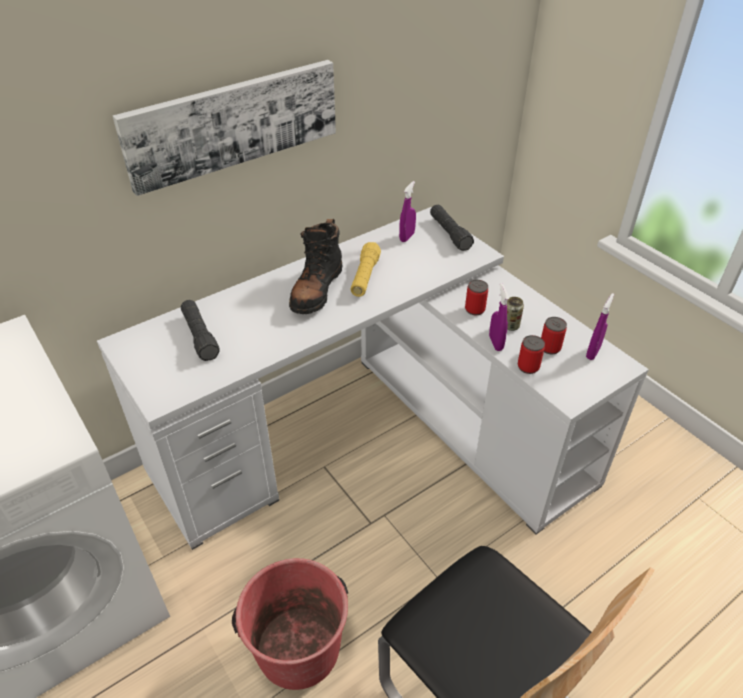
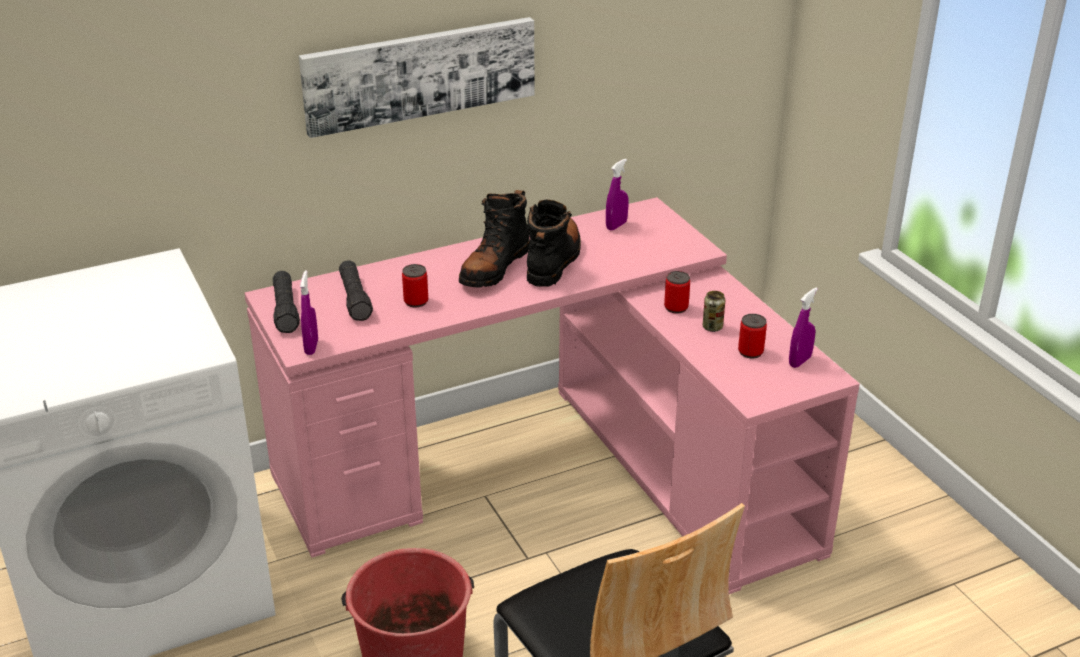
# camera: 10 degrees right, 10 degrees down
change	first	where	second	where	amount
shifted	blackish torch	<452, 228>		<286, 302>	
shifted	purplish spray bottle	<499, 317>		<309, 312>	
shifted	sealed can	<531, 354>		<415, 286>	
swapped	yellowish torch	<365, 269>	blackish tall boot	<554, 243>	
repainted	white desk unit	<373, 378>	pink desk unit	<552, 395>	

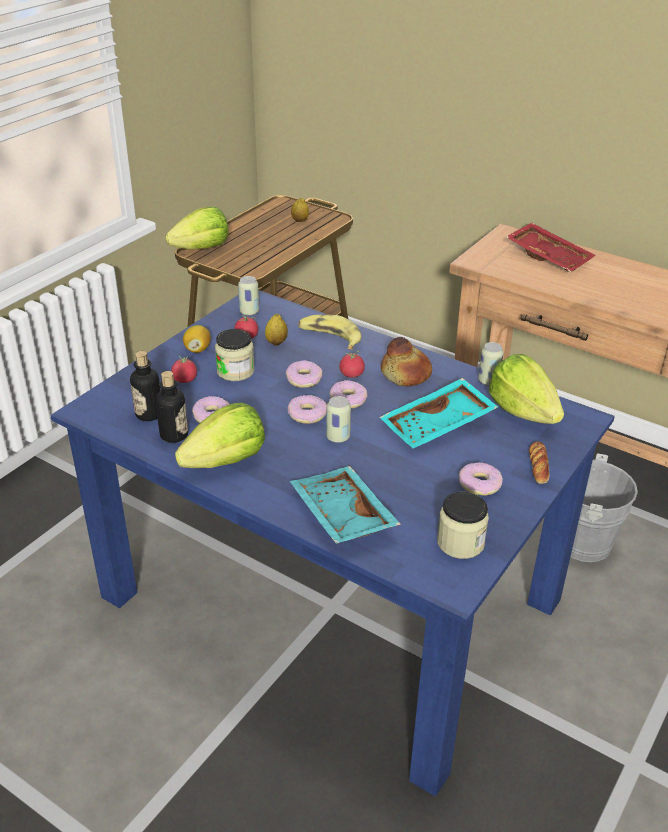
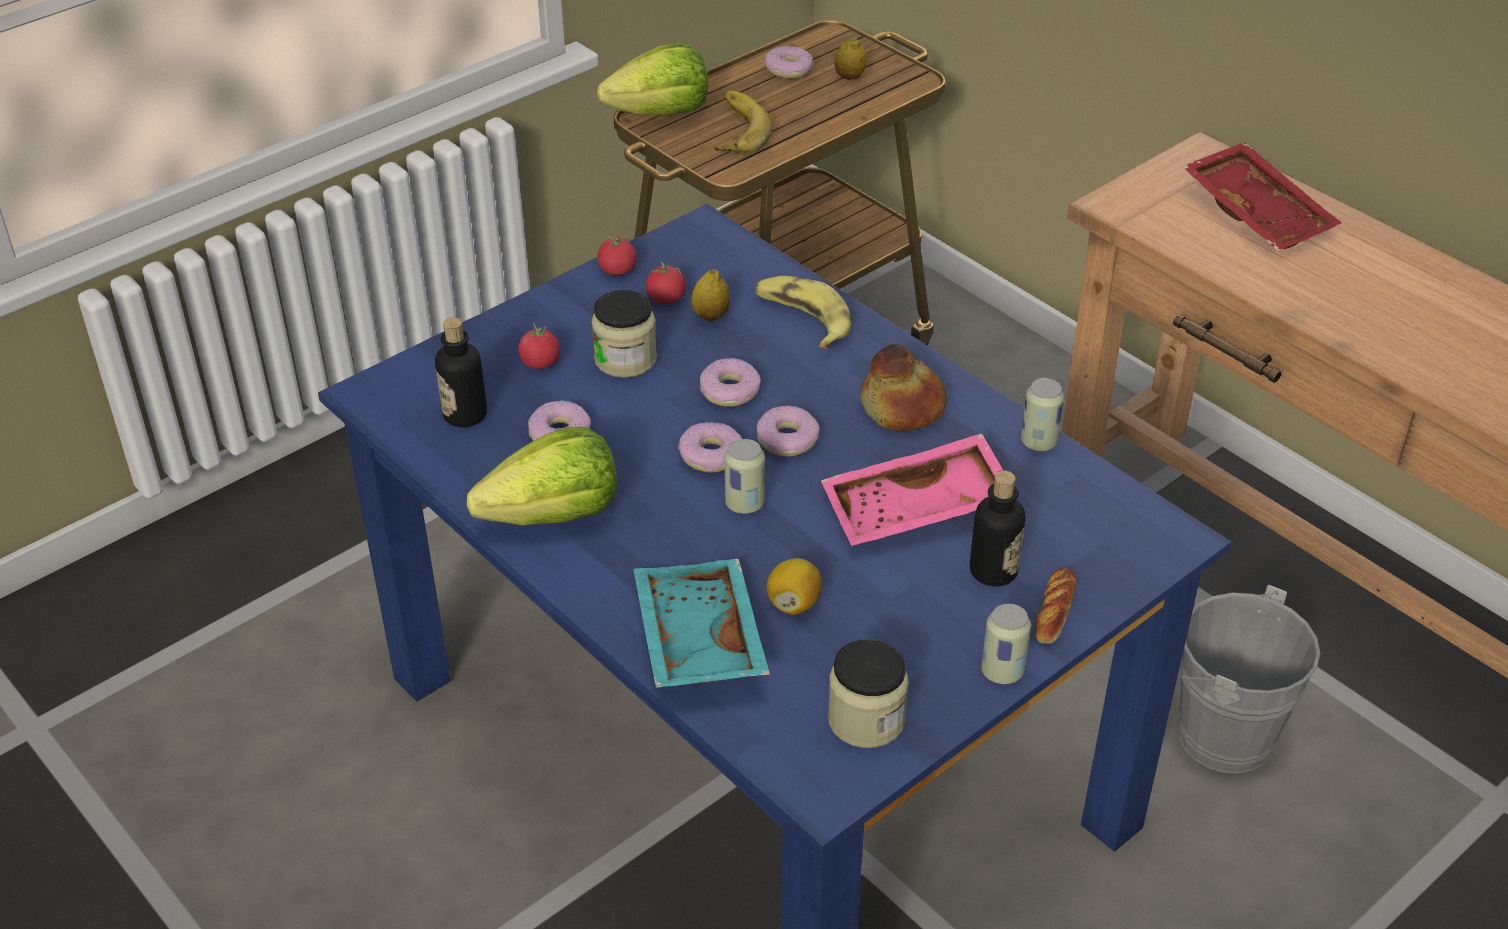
# camera: 15 degrees right, 5 degrees up
change	first	where	second	where	amount
gone	lettuce	<526, 389>			
new			whole banana	<743, 123>	
shifted	drink bottle	<171, 407>		<998, 529>	
shifted	whole lemon	<197, 339>		<794, 586>	
shifted	sealed can	<248, 296>		<1006, 644>	
shifted	whole tomato	<352, 364>		<617, 254>	
shifted	donut	<481, 479>		<788, 62>	
repainted	turquoise tray	<438, 413>	pink tray	<920, 489>	

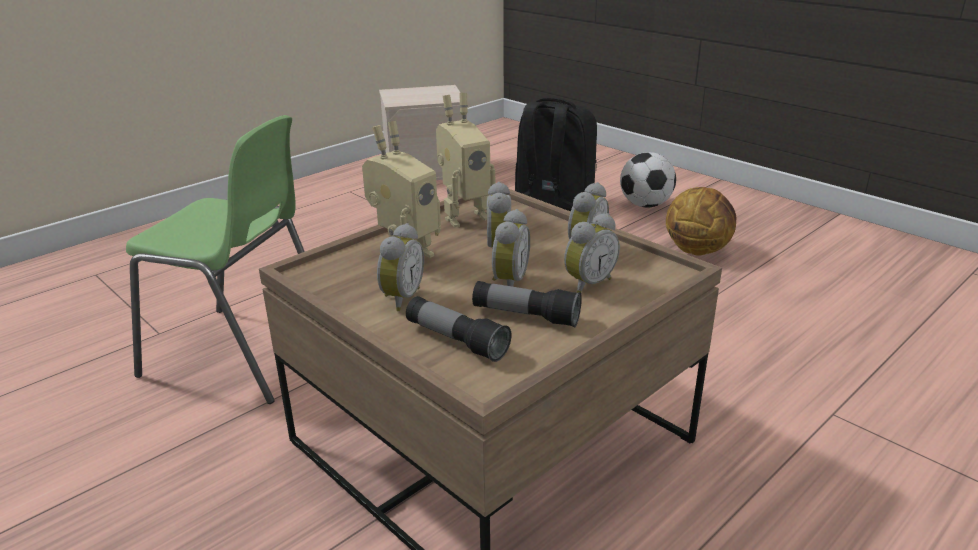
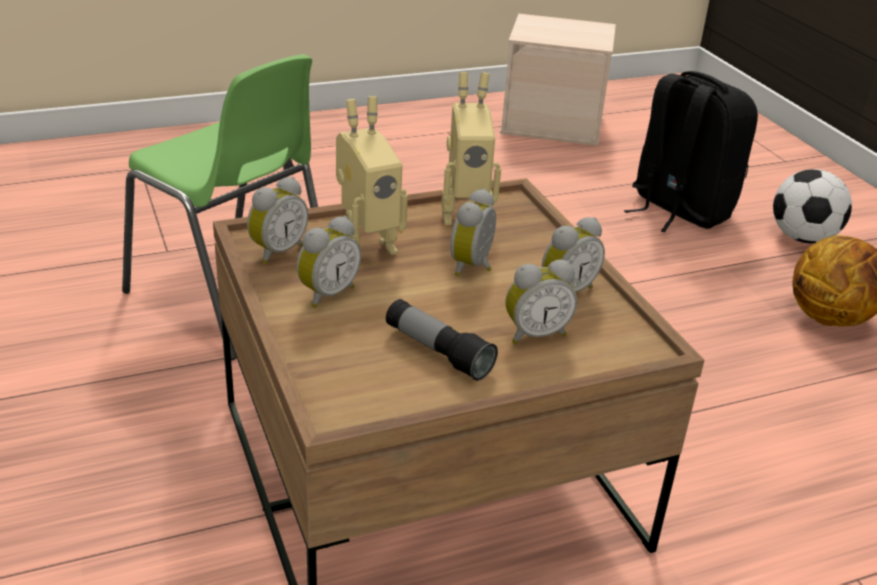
# camera: 20 degrees right, 5 degrees up
change	first	where	second	where	amount
gone	torch	<459, 329>			
shifted	bedside clock	<511, 248>		<277, 220>	

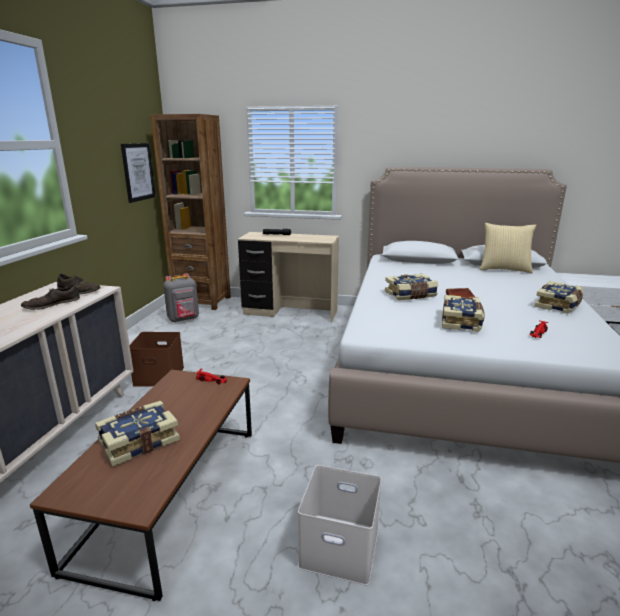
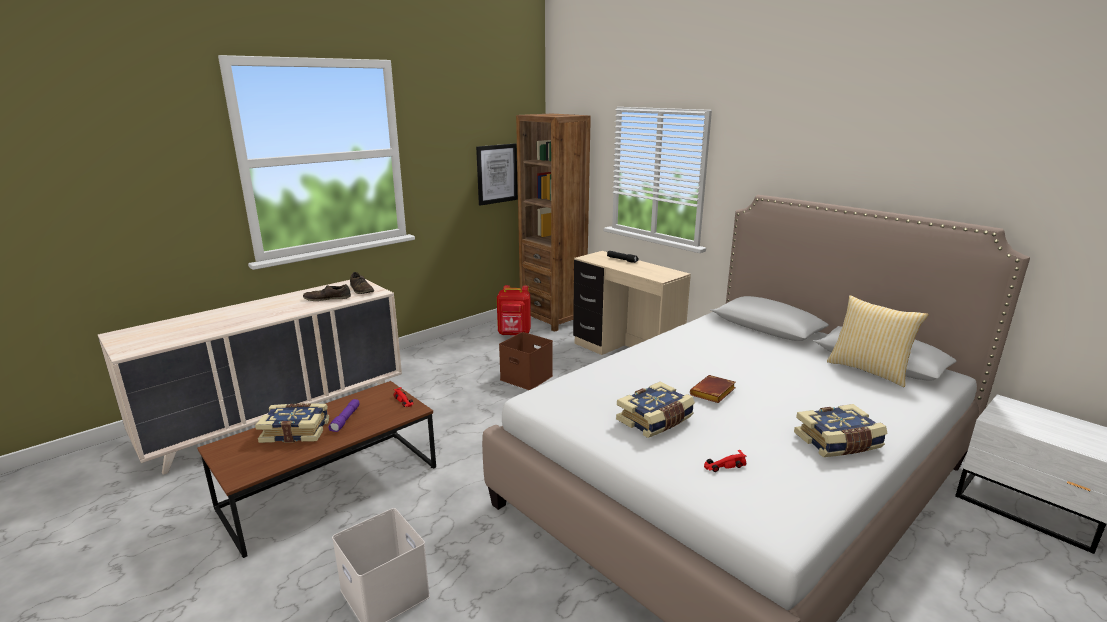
# camera: 35 degrees right, 0 degrees up
change	first	where	second	where	amount
gone	book	<411, 287>			
new			purplish torch	<344, 415>	
shifted	brownish storage container	<157, 359>		<526, 361>	
repainted	greyish backpack	<181, 298>	red-coloured backpack	<514, 310>	

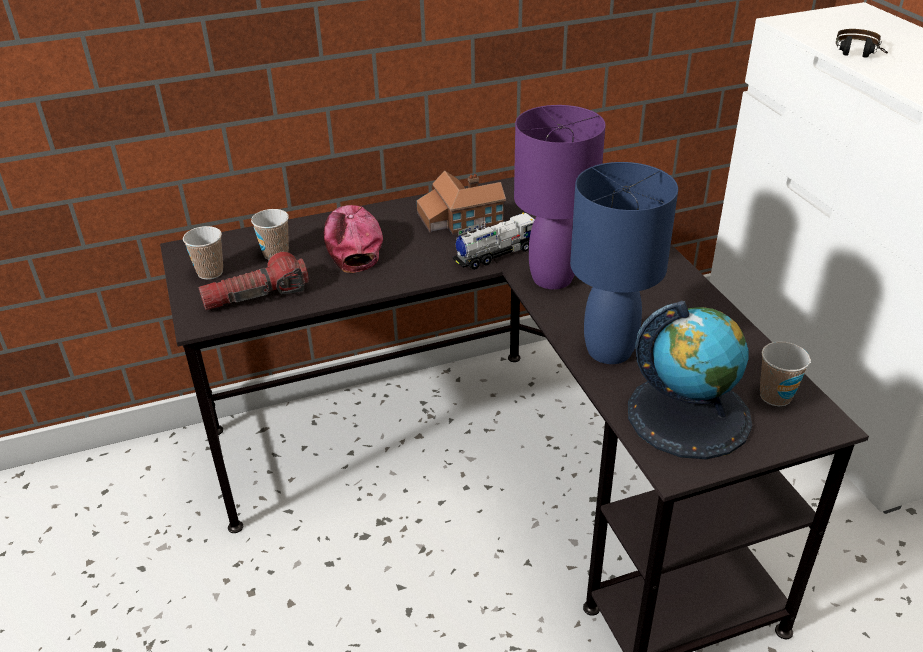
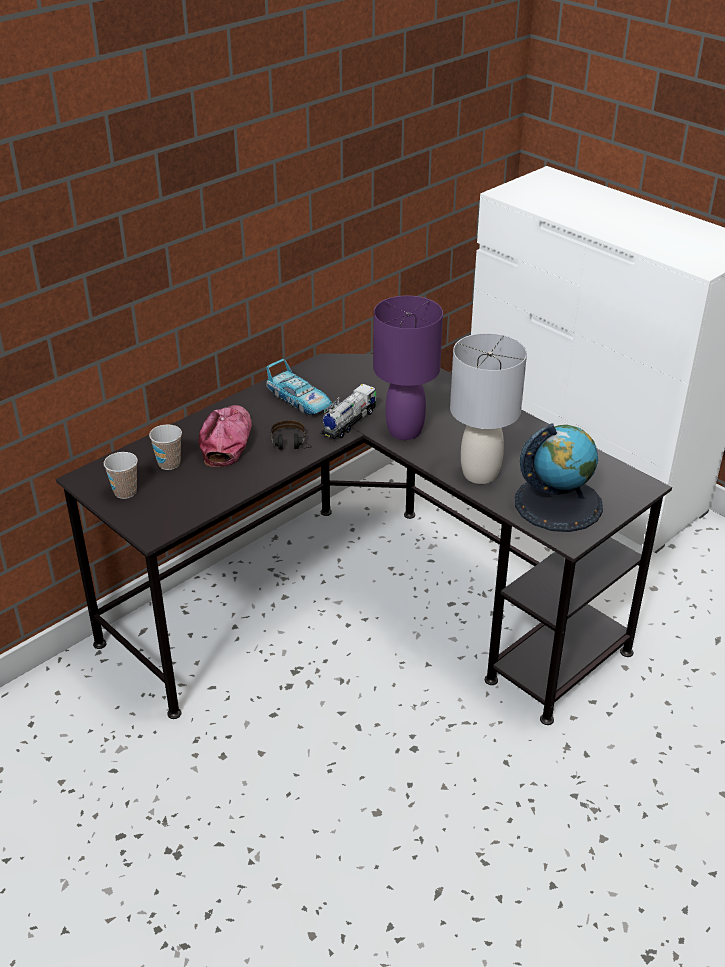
# camera: 25 degrees left, 0 degrees up
change	first	where	second	where	amount
gone	torch	<253, 281>			
gone	drinking cup	<785, 374>			
shifted	pair of headphones	<862, 43>		<291, 435>	
swapped	model house	<461, 203>	miniature car	<299, 387>	
repainted	bluish table lamp	<624, 263>	greyish table lamp	<488, 408>	
rotated	cap	<353, 239>		<225, 436>	45 degrees clockwise

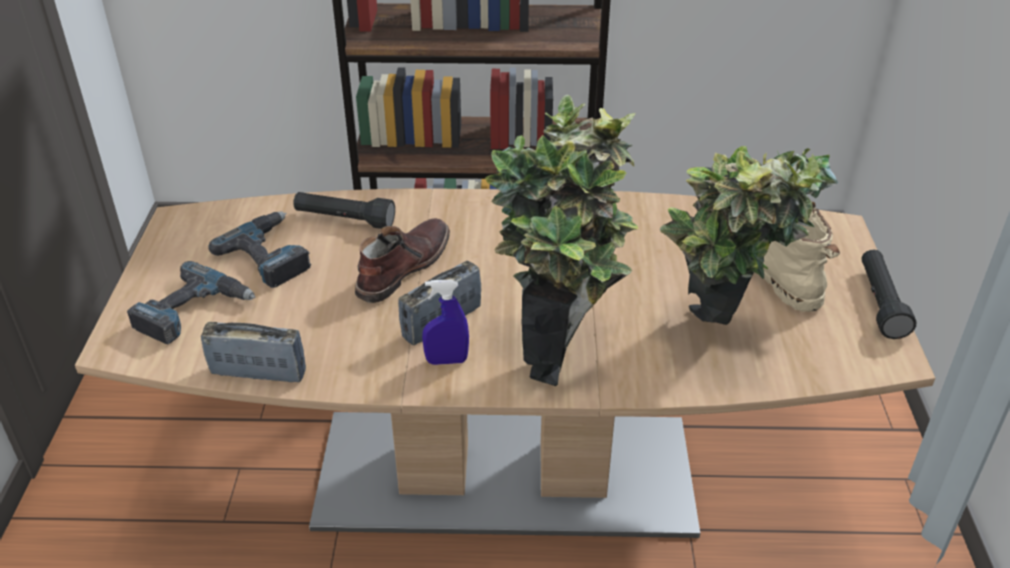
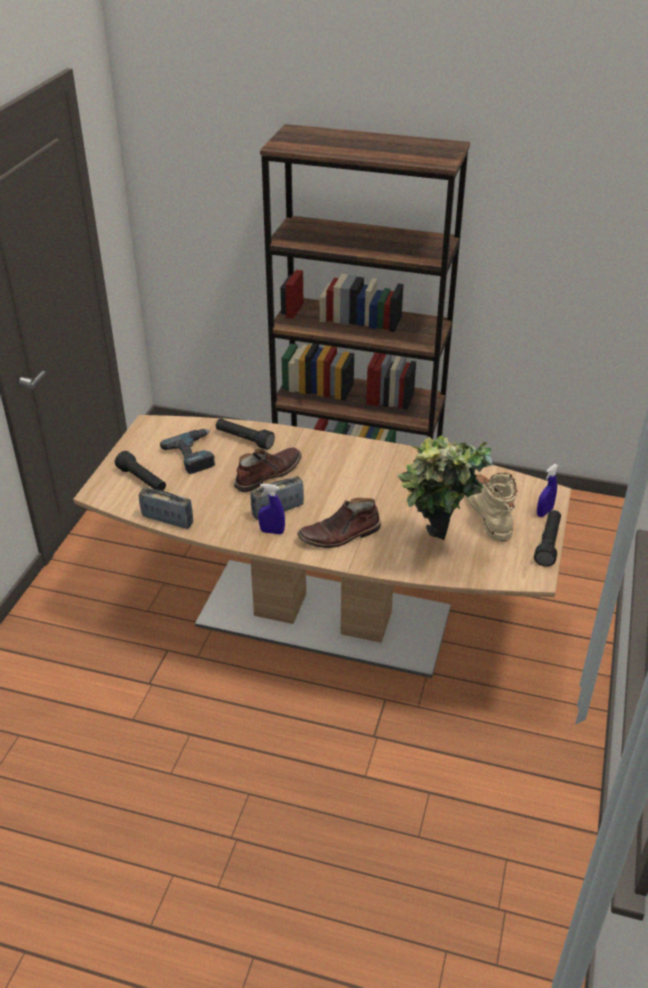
# camera: 15 degrees right, 0 degrees up
change	first	where	second	where	amount
new			bluish spray bottle	<548, 490>	
swapped	drill	<191, 302>	blackish torch	<140, 471>	
swapped	potted plant	<561, 240>	brownish tall boot	<339, 523>	

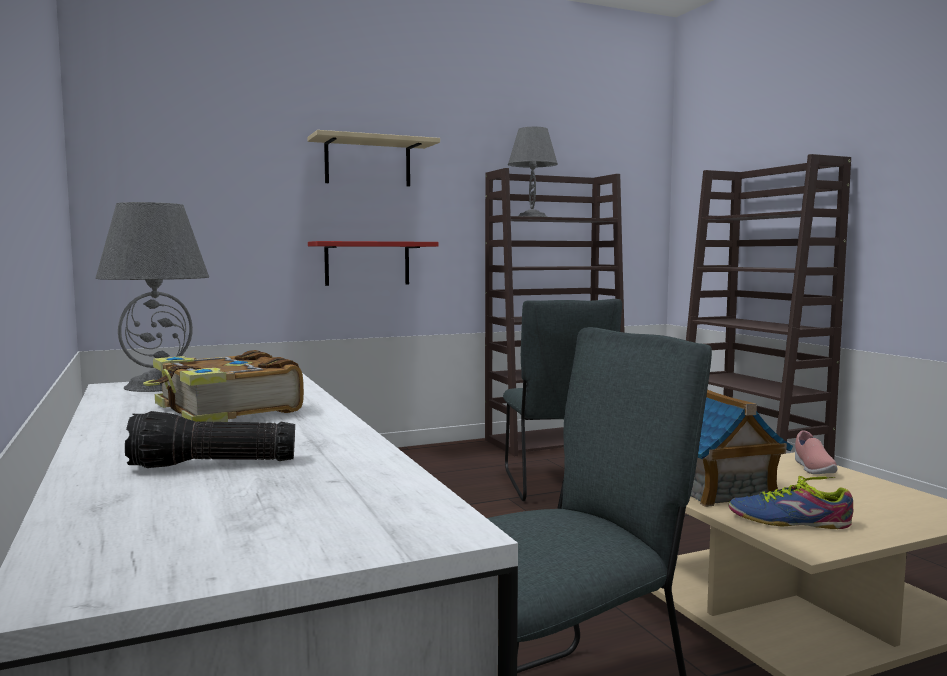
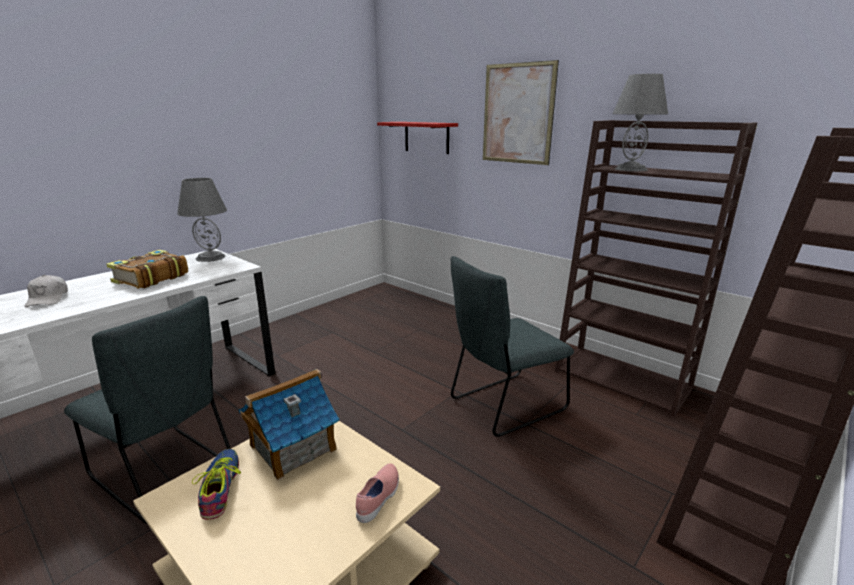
# camera: 65 degrees right, 15 degrees up
change	first	where	second	where	amount
shifted	red-coloured shelf	<373, 263>		<417, 138>	
swapped	torch	<210, 439>	white cap	<46, 291>	
swapped	beige shelf	<373, 158>	wall picture	<521, 112>	
rotated	pink item of footwear	<816, 452>		<377, 493>	135 degrees clockwise

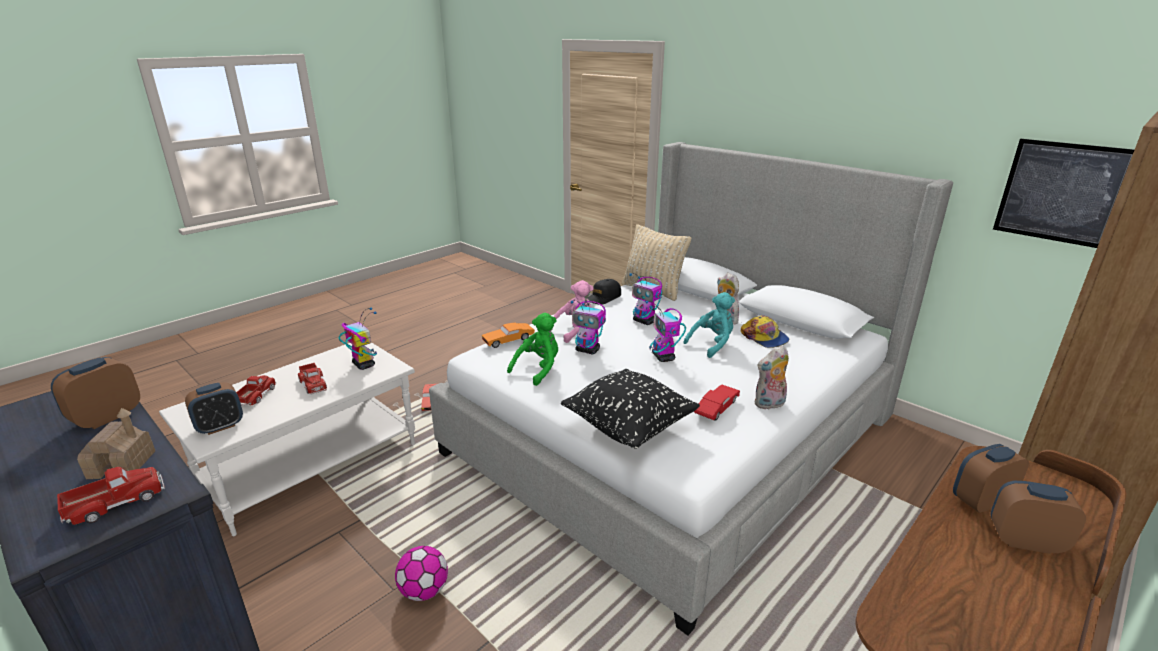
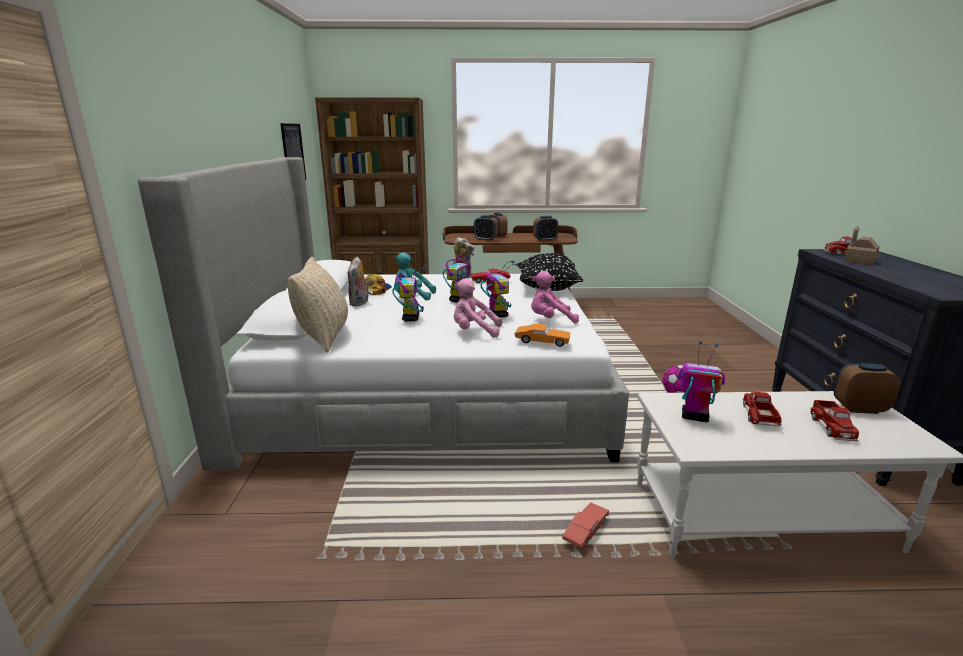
# camera: 135 degrees left, 5 degrees down
change	first	where	second	where	amount
gone	blackish cap	<604, 291>			
shifted	bedside clock	<95, 393>		<545, 228>	
repainted	green-coloured plush toy	<532, 349>	pink plush toy	<555, 297>	
rotated	model truck	<256, 390>		<834, 421>	45 degrees counterclockwise
rotated	robot figure	<358, 338>		<701, 381>	105 degrees clockwise

